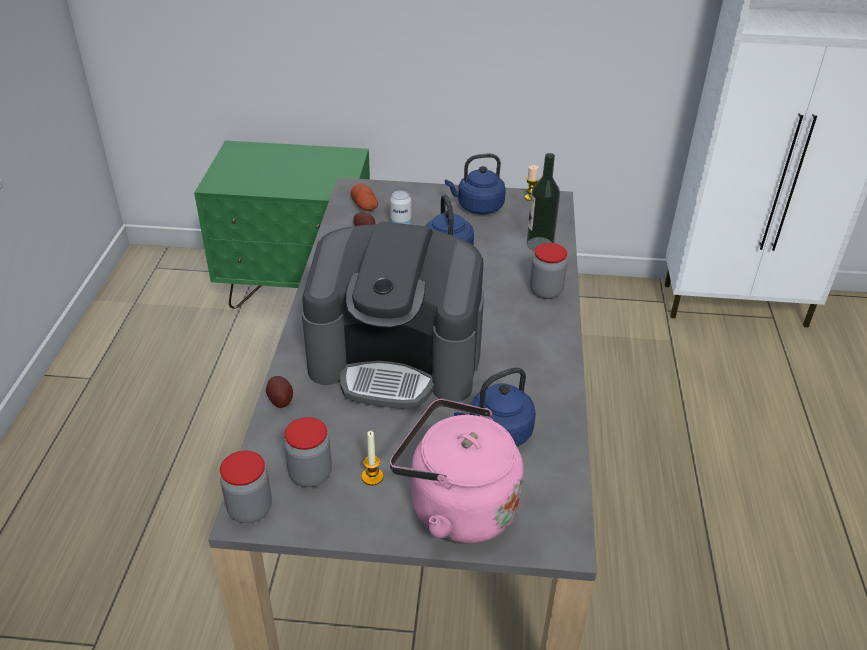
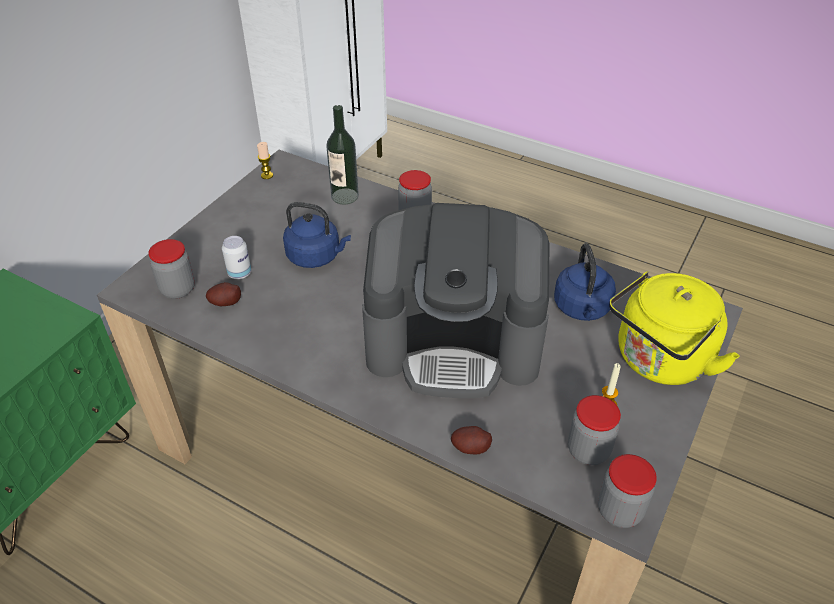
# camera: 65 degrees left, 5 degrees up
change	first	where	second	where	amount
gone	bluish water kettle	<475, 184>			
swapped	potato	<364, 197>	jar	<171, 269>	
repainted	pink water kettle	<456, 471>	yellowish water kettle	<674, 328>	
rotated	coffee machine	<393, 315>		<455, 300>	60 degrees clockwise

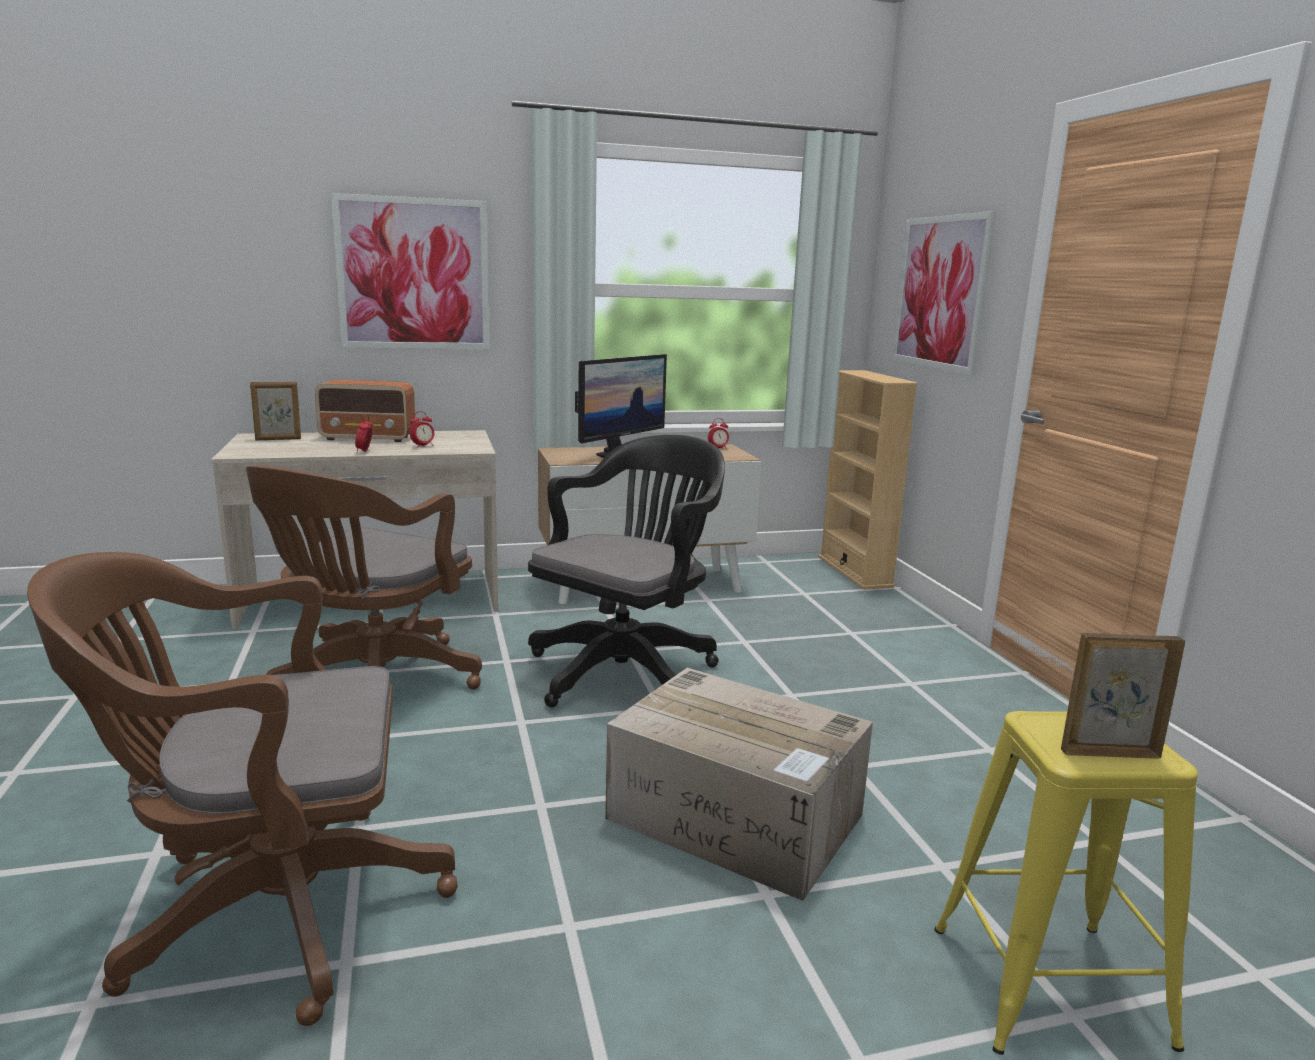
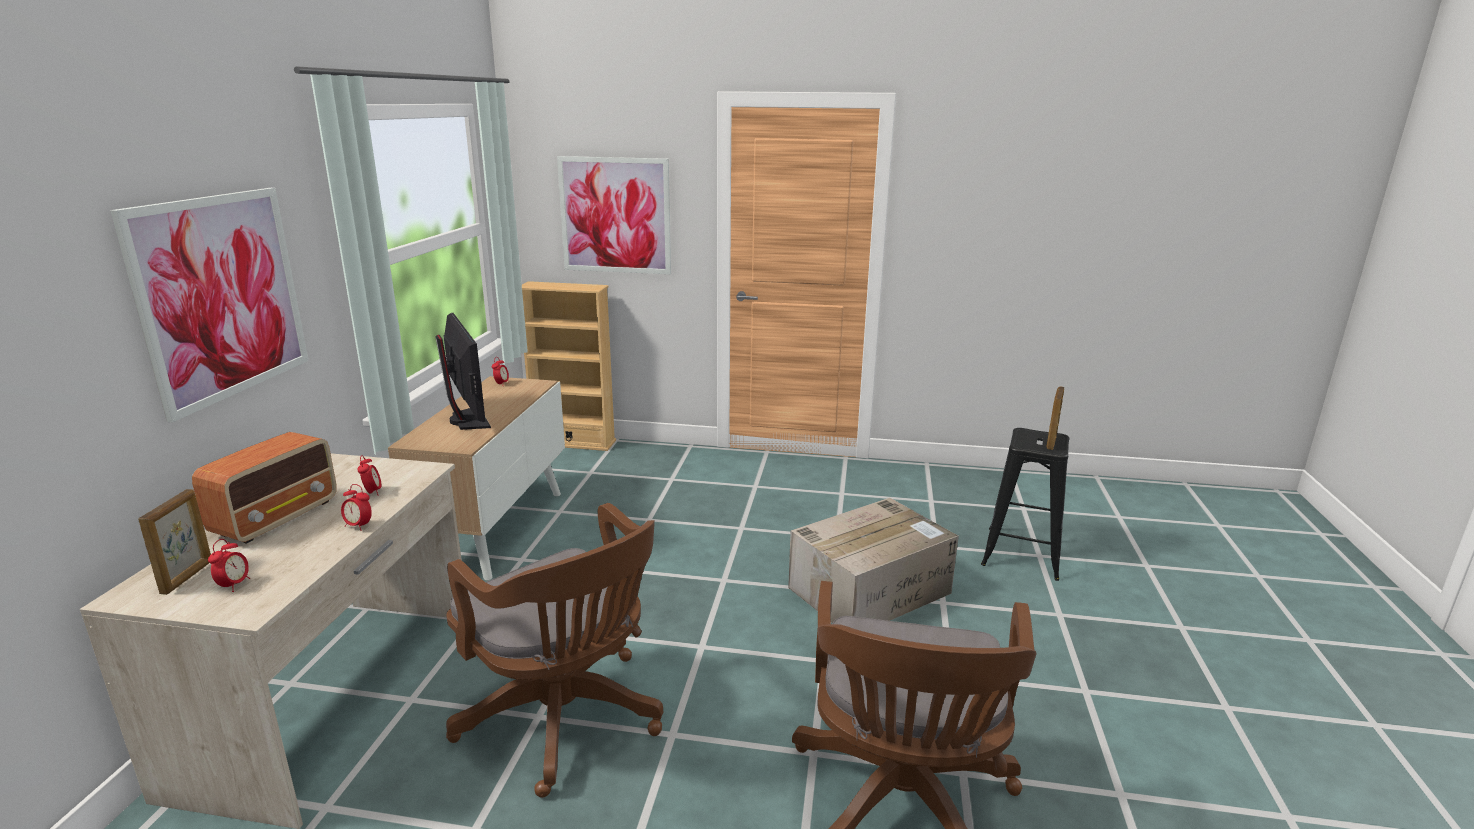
# camera: 65 degrees left, 5 degrees up
change	first	where	second	where	amount
gone	blackish office chair	<626, 571>			
new			bedside clock	<229, 565>	
repainted	yellowish sitting stool	<1066, 883>	blackish sitting stool	<1025, 504>	

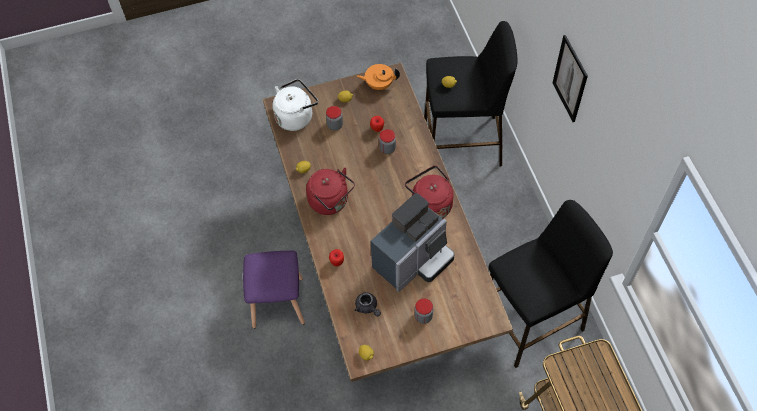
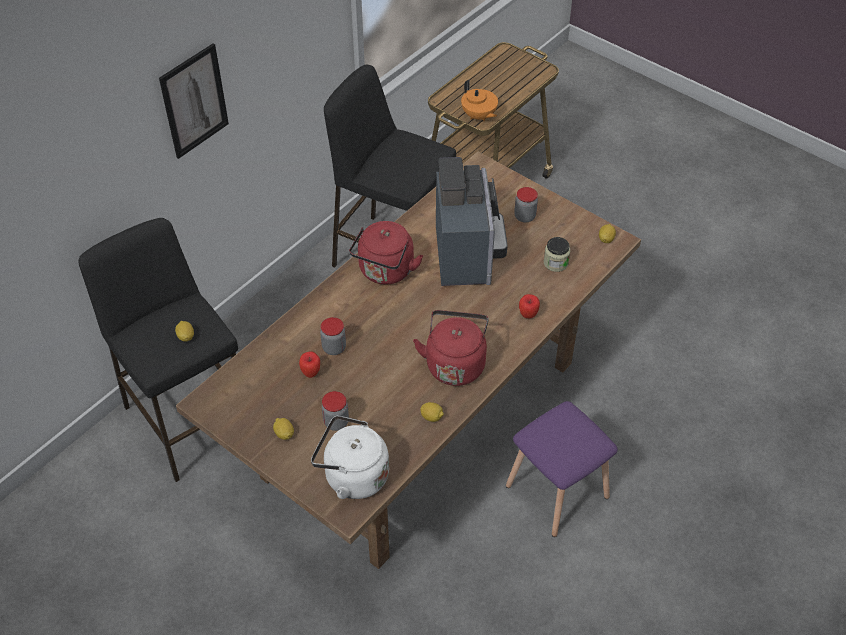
# camera: 125 degrees left, 10 degrees down
change	first	where	second	where	amount
shifted	orange-coloured pot for tea	<378, 77>		<479, 100>	
swapped	greyish pot for tea	<368, 304>	jar	<557, 254>	
rotated	coffee machine	<412, 242>		<472, 221>	75 degrees clockwise

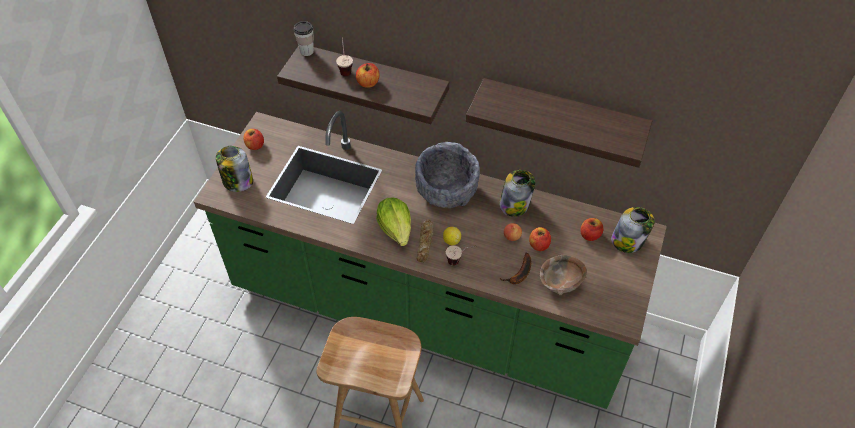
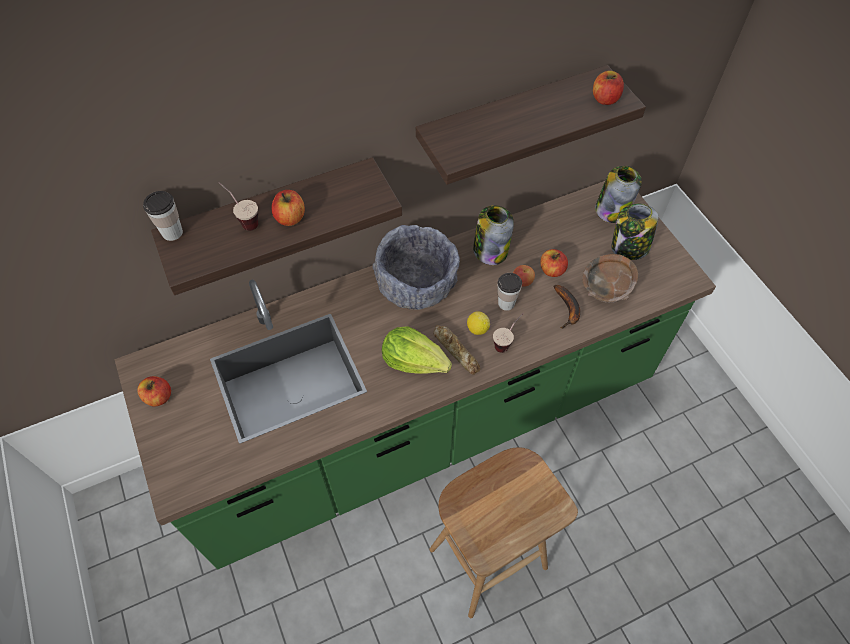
# camera: 45 degrees left, 5 degrees up
change	first	where	second	where	amount
new			drinking cup	<510, 292>	
shifted	jar	<234, 169>		<635, 232>	
shifted	whole apple	<591, 229>		<608, 88>	

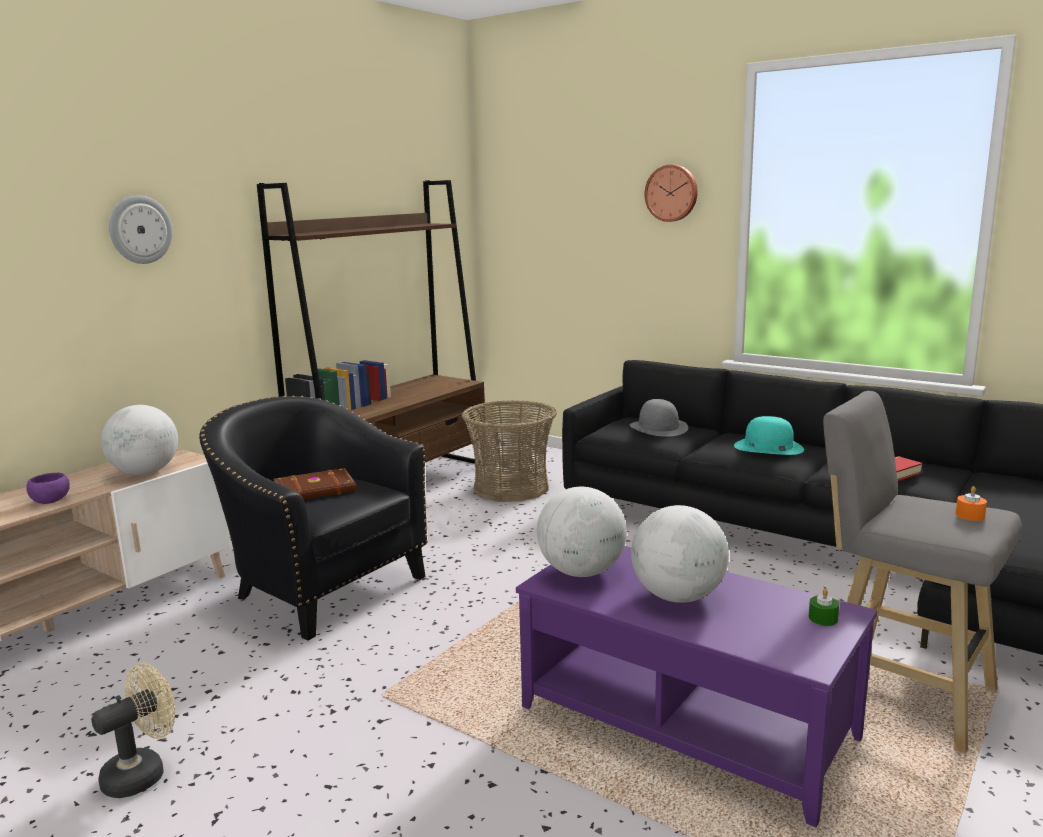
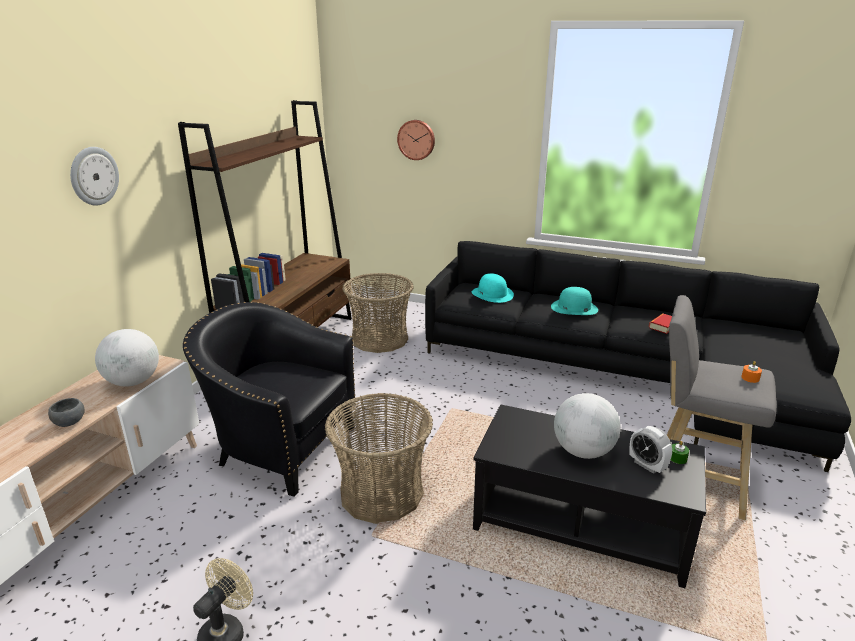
# camera: 15 degrees left, 10 degrees up
change	first	where	second	where	amount
gone	brownish book	<315, 484>			
gone	desk globe	<582, 532>			
new			household basket	<379, 458>	
new			bedside clock	<651, 450>	
shifted	clock on the wall	<671, 193>		<416, 140>	
repainted	purplish deep dish	<48, 488>	greyish deep dish	<66, 412>	
repainted	purplish low table	<696, 686>	blackish low table	<589, 496>	
repainted	greyish wearable hat	<659, 418>	turquoise wearable hat	<493, 288>	

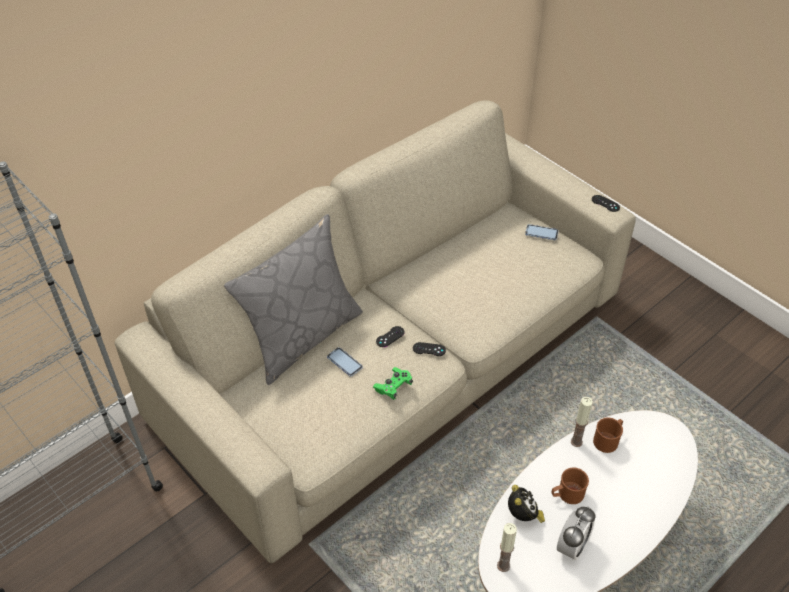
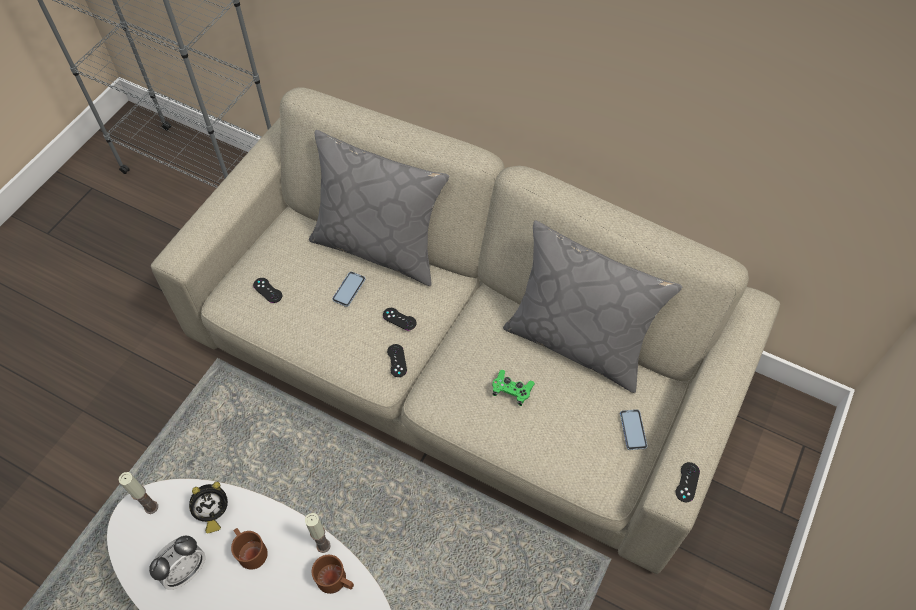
# camera: 70 degrees right, 10 degrees up
change	first	where	second	where	amount
new			blackish gamepad	<267, 290>	
new			greyish pillow	<592, 306>	
shifted	green-coloured gamepad	<393, 383>		<513, 388>	
rotated	bedside clock	<576, 533>		<177, 563>	60 degrees counterclockwise

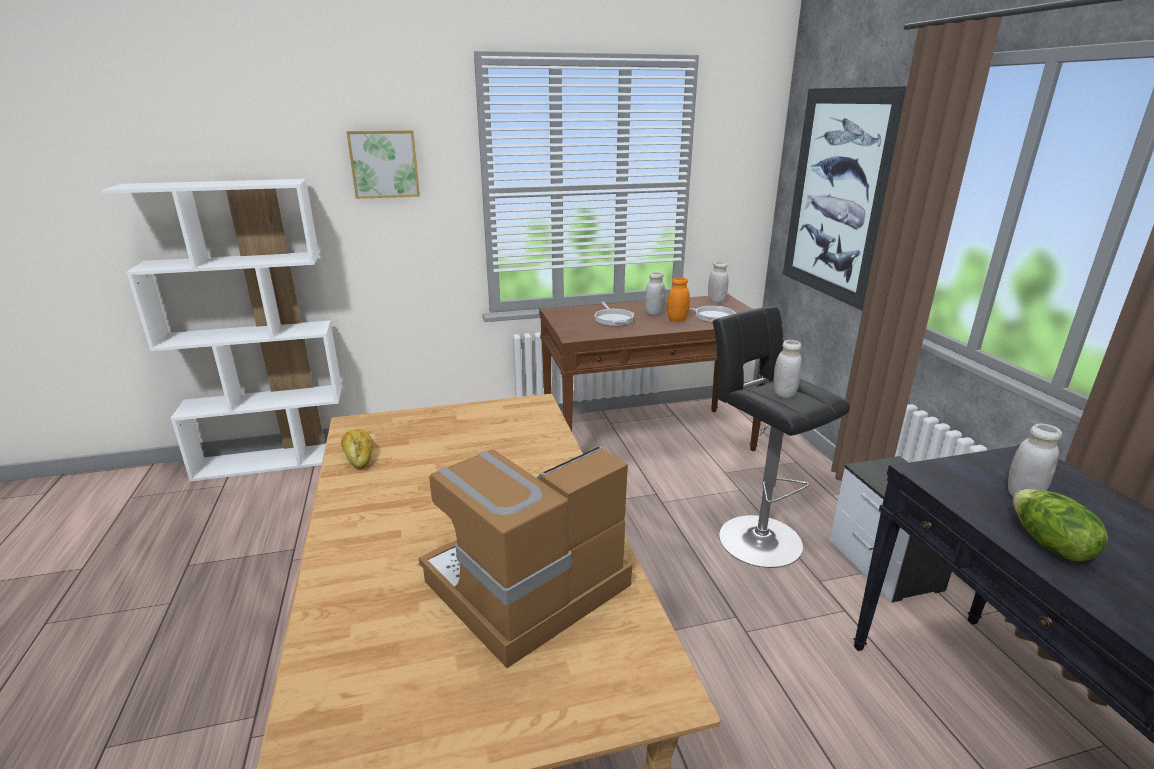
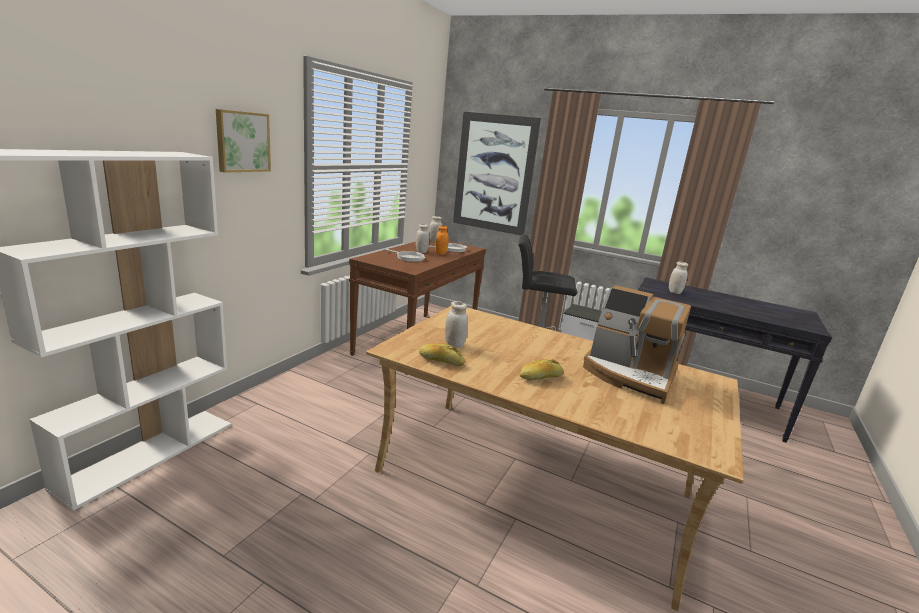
# camera: 50 degrees left, 5 degrees down
change	first	where	second	where	amount
gone	lettuce	<1060, 525>			
new			baked bread	<541, 370>	
shifted	white jar	<787, 369>		<456, 324>	
rotated	coffee machine	<525, 557>		<637, 344>	60 degrees counterclockwise

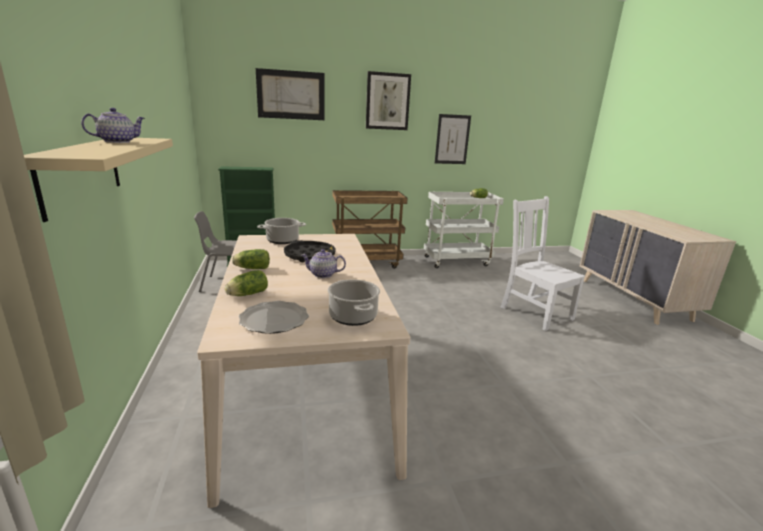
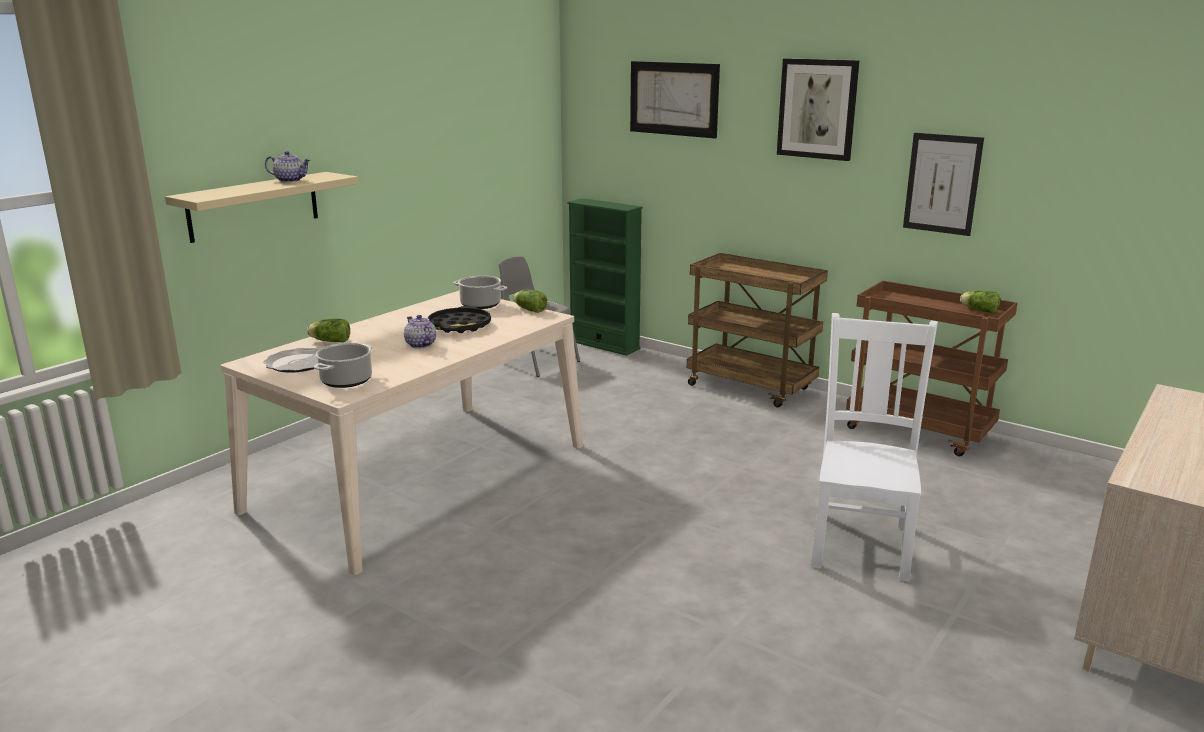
# camera: 50 degrees right, 0 degrees up
change	first	where	second	where	amount
shifted	lettuce	<251, 259>		<530, 301>	
repainted	white trolley	<464, 230>	brownish trolley	<931, 369>	

